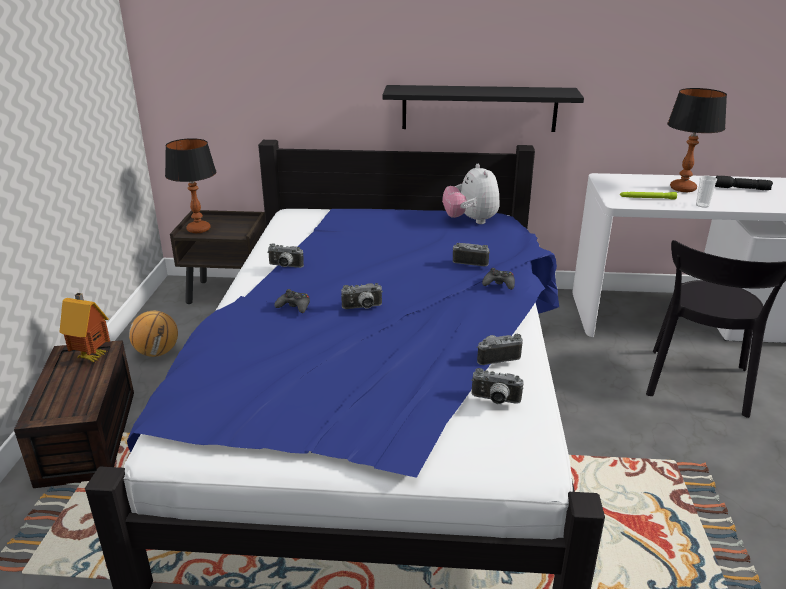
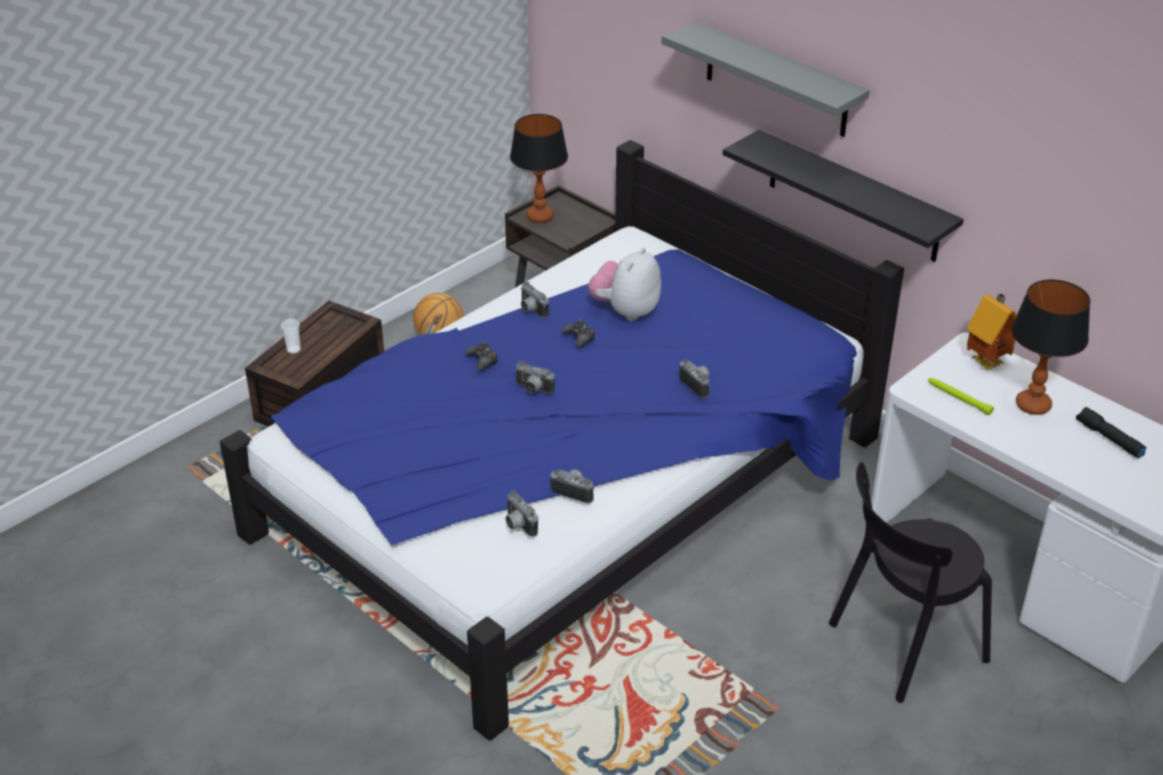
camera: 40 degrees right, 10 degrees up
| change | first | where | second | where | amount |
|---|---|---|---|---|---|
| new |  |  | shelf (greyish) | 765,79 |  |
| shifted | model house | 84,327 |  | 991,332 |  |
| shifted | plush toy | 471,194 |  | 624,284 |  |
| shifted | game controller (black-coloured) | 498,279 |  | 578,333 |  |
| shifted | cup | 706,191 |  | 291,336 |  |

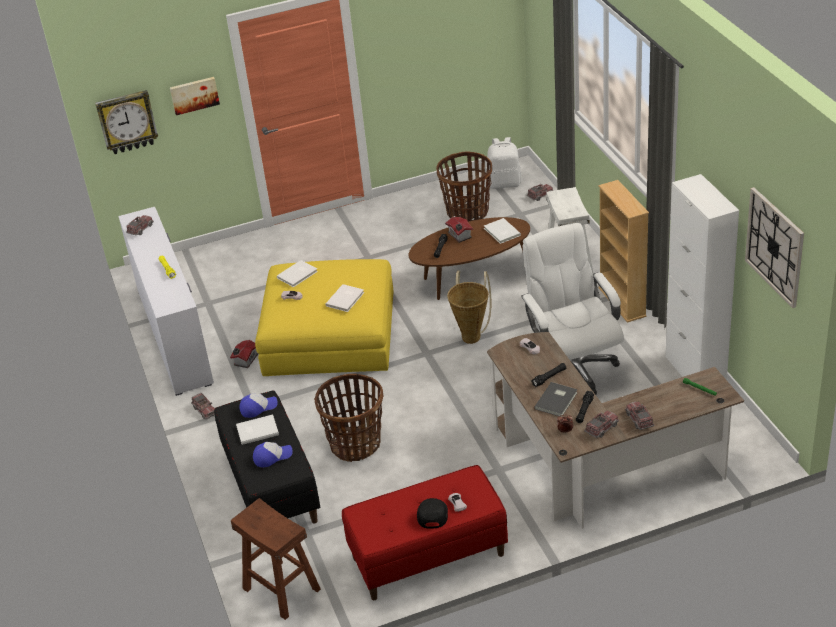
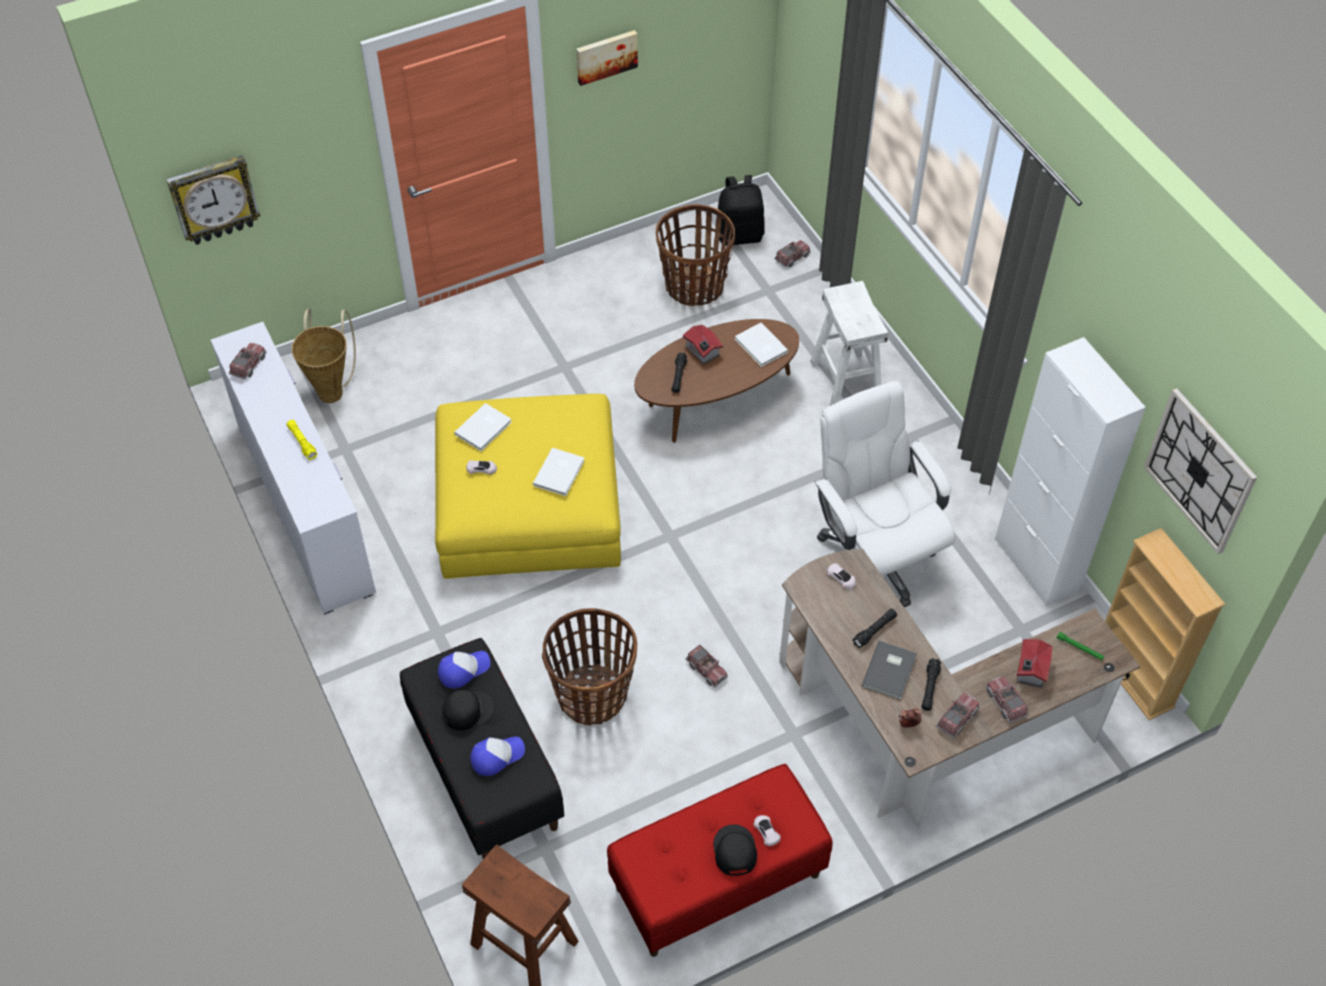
camera: 10 degrees left, 15 degrees up
| change | first | where | second | where | amount |
|---|---|---|---|---|---|
| shifted | picture | 195,96 |  | 607,58 |  |
| shifted | toy lorry | 203,406 |  | 706,666 |  |
| shifted | model house | 244,354 |  | 1034,663 |  |
| shifted | storage basket | 469,307 |  | 324,355 |  |
| shifted | bookshelf (sand-coloured) | 623,251 |  | 1165,624 |  |
| swapped | volume (white-coloured) | 257,429 | cap (black-coloured) | 468,710 |  |
| repainted | rucksack (white-coloured) | 504,163 | rucksack (black-coloured) | 740,210 |  |

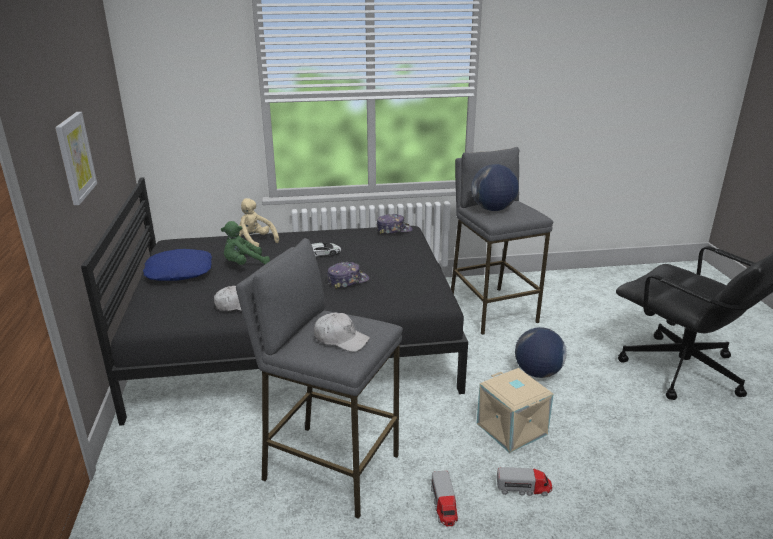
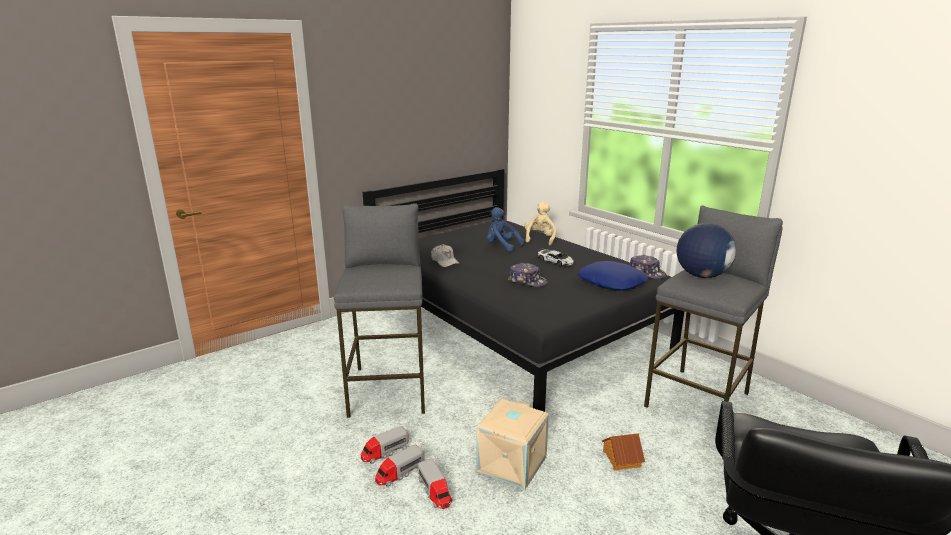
camera: 60 degrees right, 5 degrees down
| change | first | where | second | where | amount |
|---|---|---|---|---|---|
| gone | picture | 76,158 |  |  |  |
| gone | cap (white-coloured) | 342,332 |  |  |  |
| new |  |  | toy lorry | 399,466 |  |
| shifted | cushion (blue) | 177,265 |  | 613,276 |  |
| swapped | world globe | 541,352 | model house | 623,452 |  |
| repainted | plush toy (green) | 245,243 | plush toy (blue) | 505,229 |  |

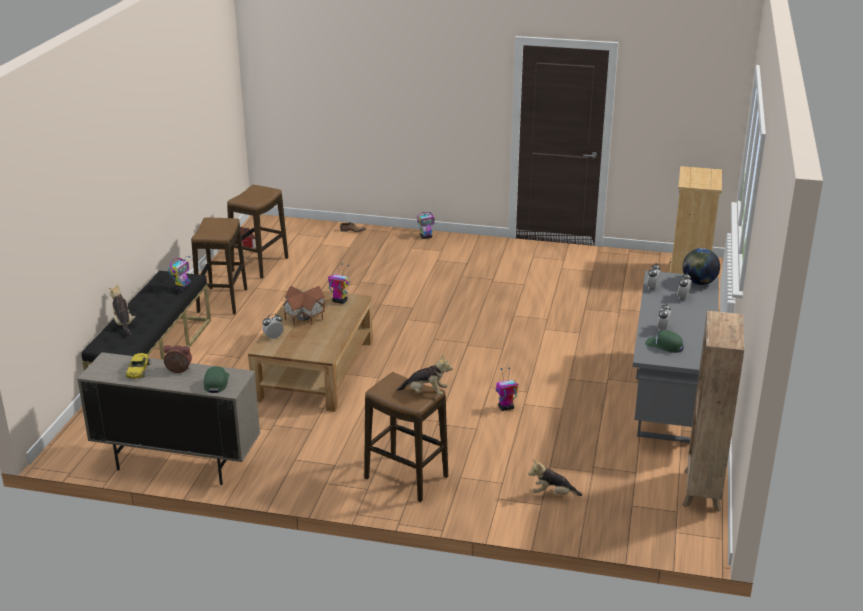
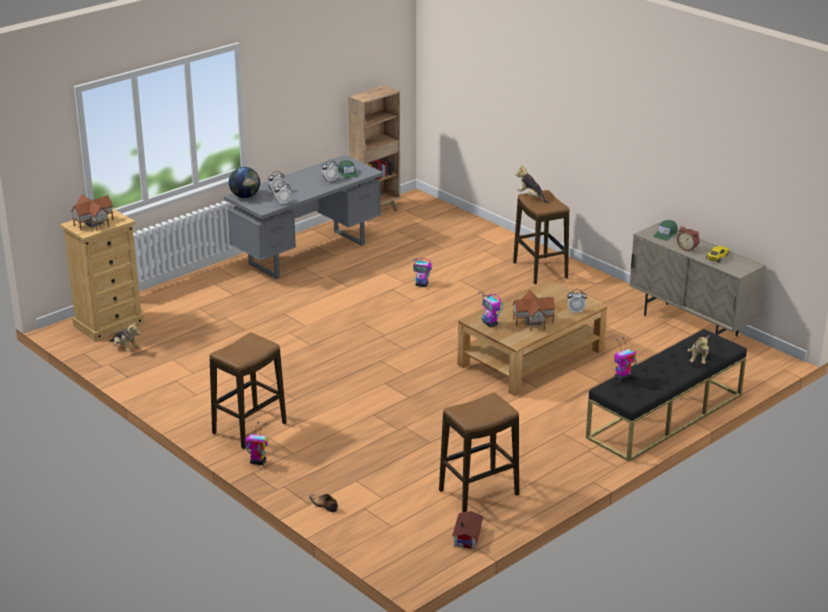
camera: 145 degrees left, 0 degrees up
| change | first | where | second | where | amount |
|---|---|---|---|---|---|
| new |  |  | model house | 92,213 |  |
| shifted | sitting stool | 219,266 |  | 248,390 |  |
| shifted | plush toy | 555,477 |  | 125,337 |  |

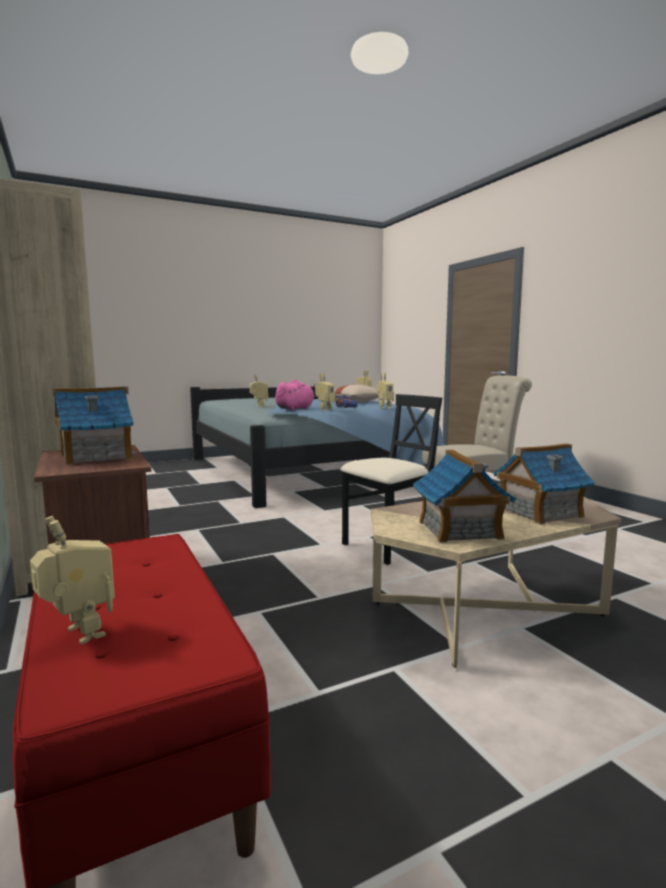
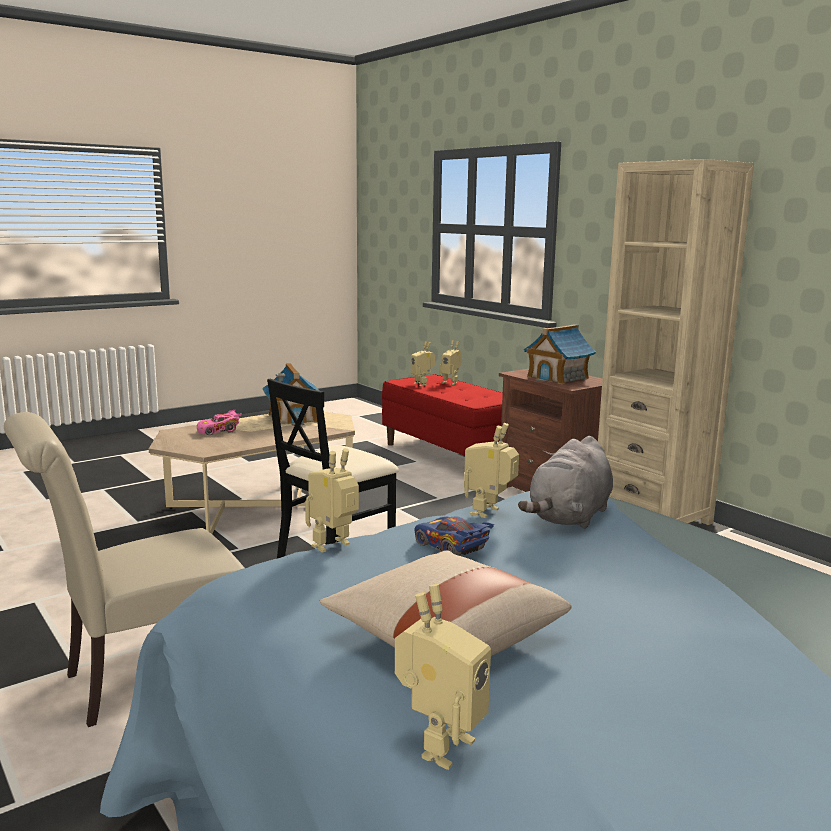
camera: 170 degrees right, 5 degrees up
| change | first | where | second | where | amount |
|---|---|---|---|---|---|
| shifted | model robot | 259,391 |  | 423,363 |  |
| swapped | model house | 544,484 | model car (pinkish) | 219,422 |  |
| repainted | plush toy (pinkish) | 296,395 | plush toy (greyish) | 565,482 |  |

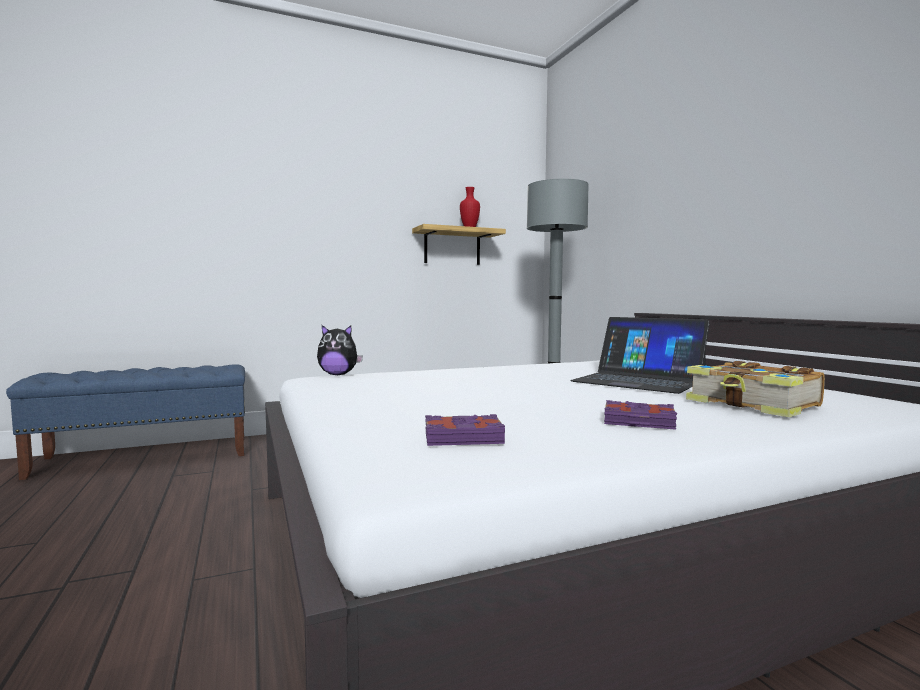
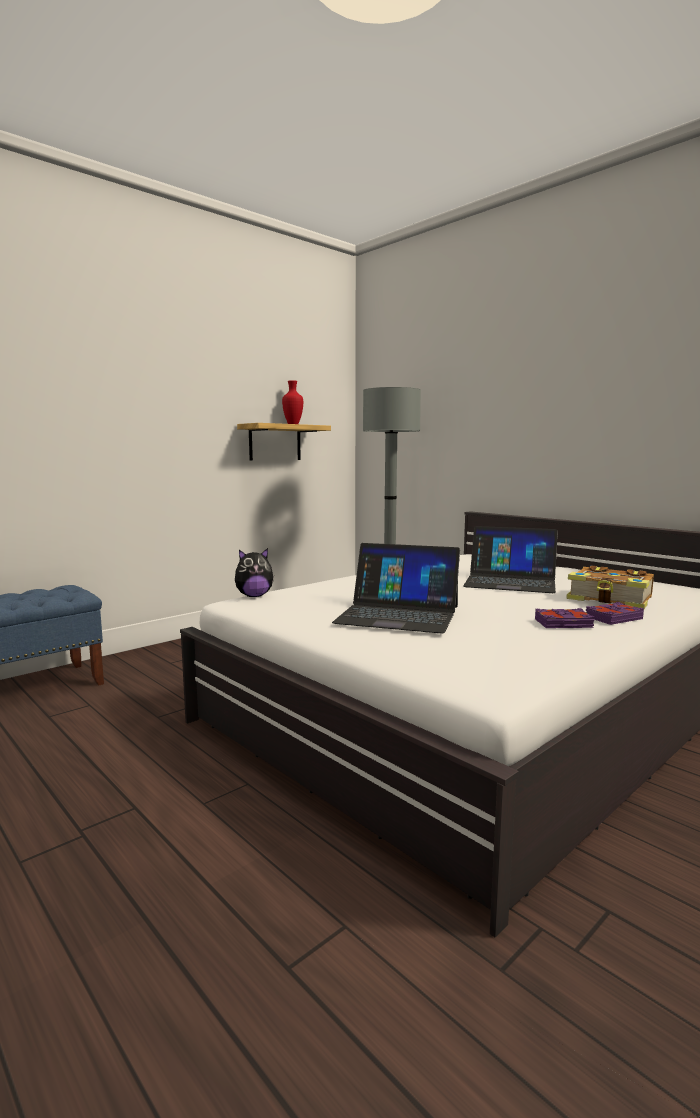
camera: 20 degrees left, 5 degrees up
| change | first | where | second | where | amount |
|---|---|---|---|---|---|
| new |  |  | notebook computer | 396,588 |  |
| shifted | volume (purple-coloured) | 465,430 |  | 615,613 |  |

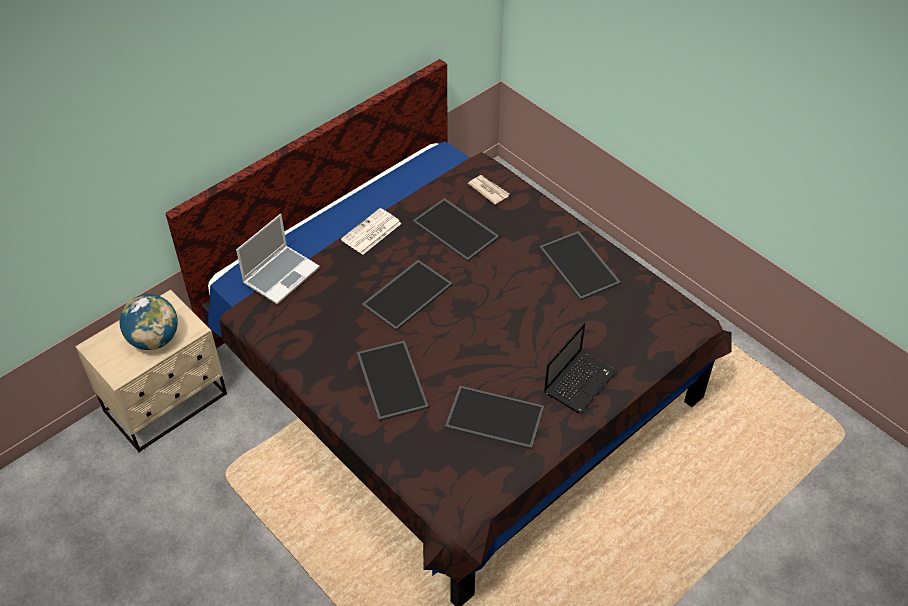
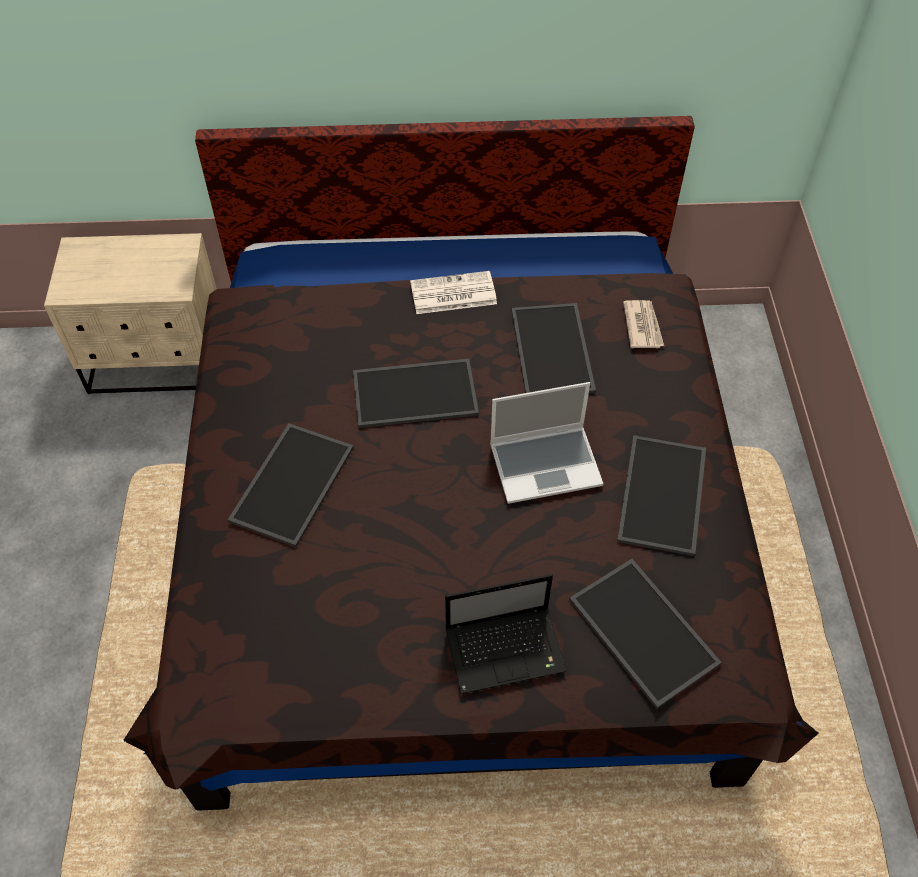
camera: 40 degrees right, 5 degrees up
| change | first | where | second | where | amount |
|---|---|---|---|---|---|
| gone | world globe | 148,322 |  |  |  |
| shifted | notebook computer | 278,259 |  | 547,443 |  |
| shifted | carrying tray | 494,418 |  | 645,634 |  |

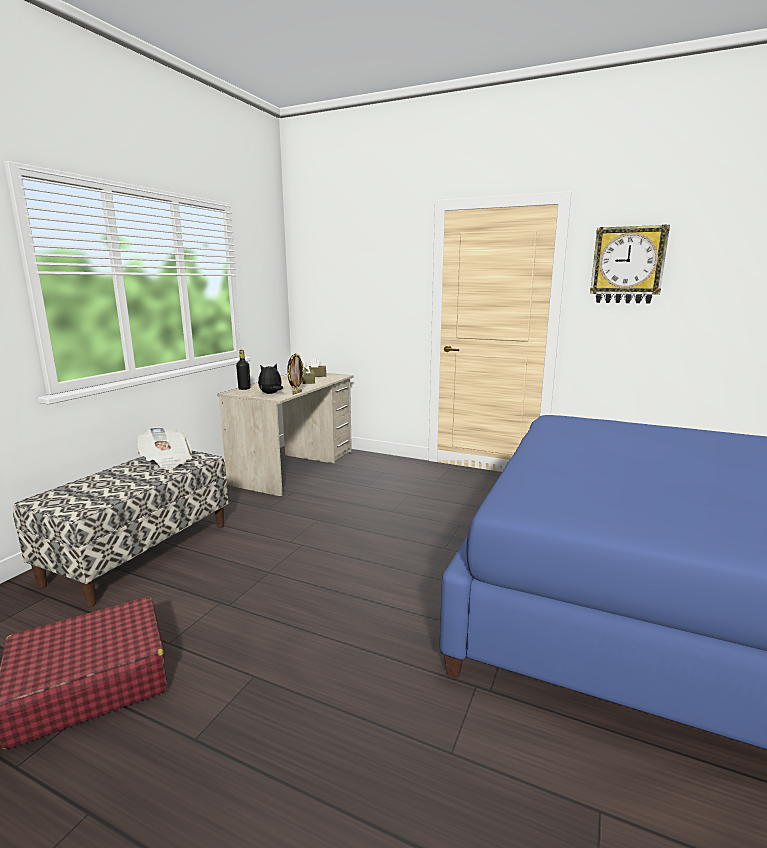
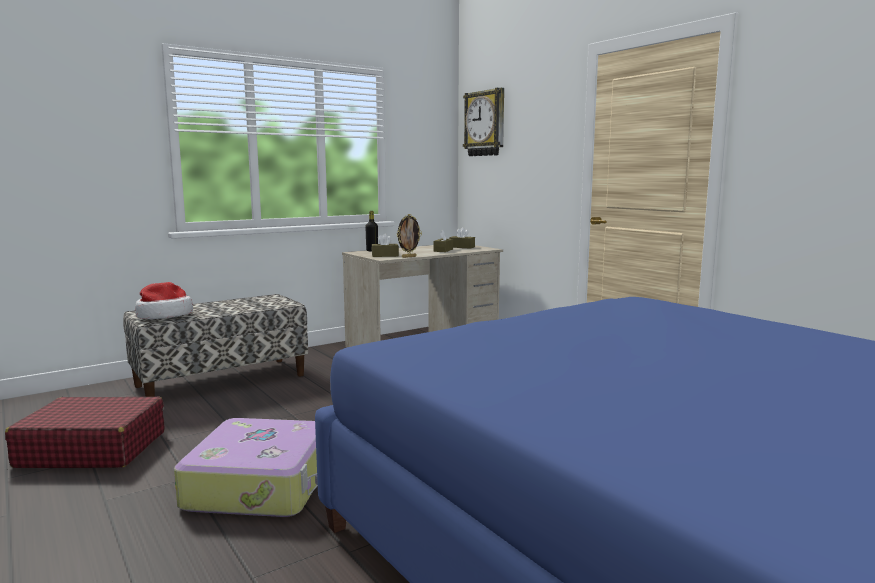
camera: 30 degrees right, 5 degrees down
| change | first | where | second | where | amount |
|---|---|---|---|---|---|
| gone | daily paper | 165,448 |  |  |  |
| new |  |  | hat | 164,300 |  |
| new |  |  | piece of luggage | 246,467 |  |
| shifted | hanging clock | 630,264 |  | 483,122 |  |
| swapped | plush toy | 270,378 | tissue box (brownish) | 385,245 |  |

